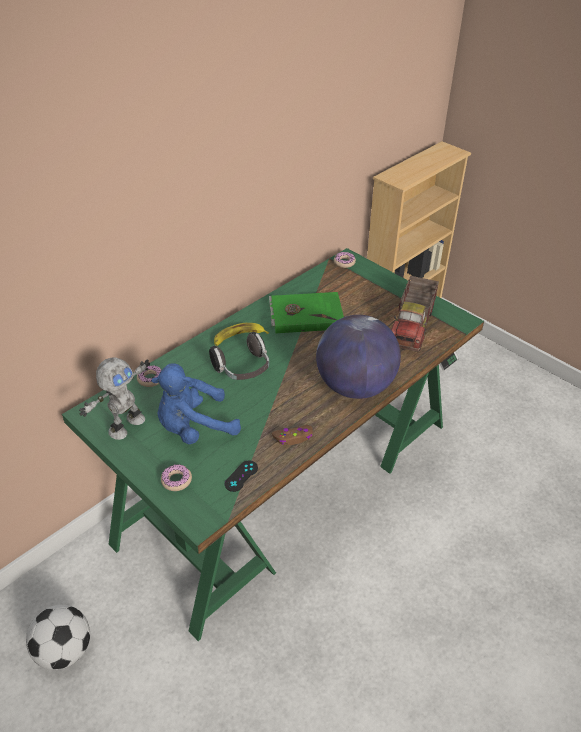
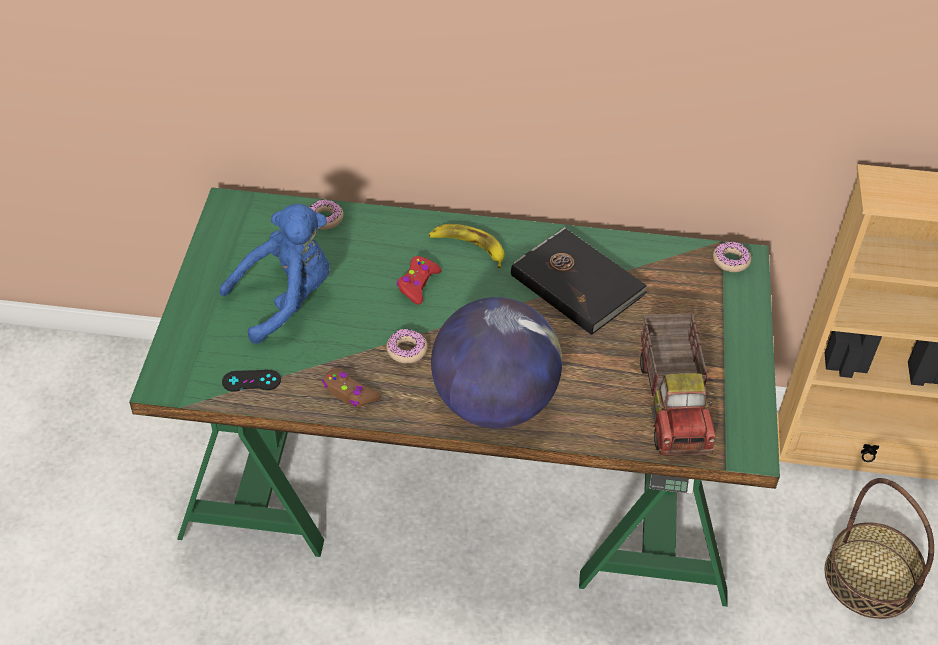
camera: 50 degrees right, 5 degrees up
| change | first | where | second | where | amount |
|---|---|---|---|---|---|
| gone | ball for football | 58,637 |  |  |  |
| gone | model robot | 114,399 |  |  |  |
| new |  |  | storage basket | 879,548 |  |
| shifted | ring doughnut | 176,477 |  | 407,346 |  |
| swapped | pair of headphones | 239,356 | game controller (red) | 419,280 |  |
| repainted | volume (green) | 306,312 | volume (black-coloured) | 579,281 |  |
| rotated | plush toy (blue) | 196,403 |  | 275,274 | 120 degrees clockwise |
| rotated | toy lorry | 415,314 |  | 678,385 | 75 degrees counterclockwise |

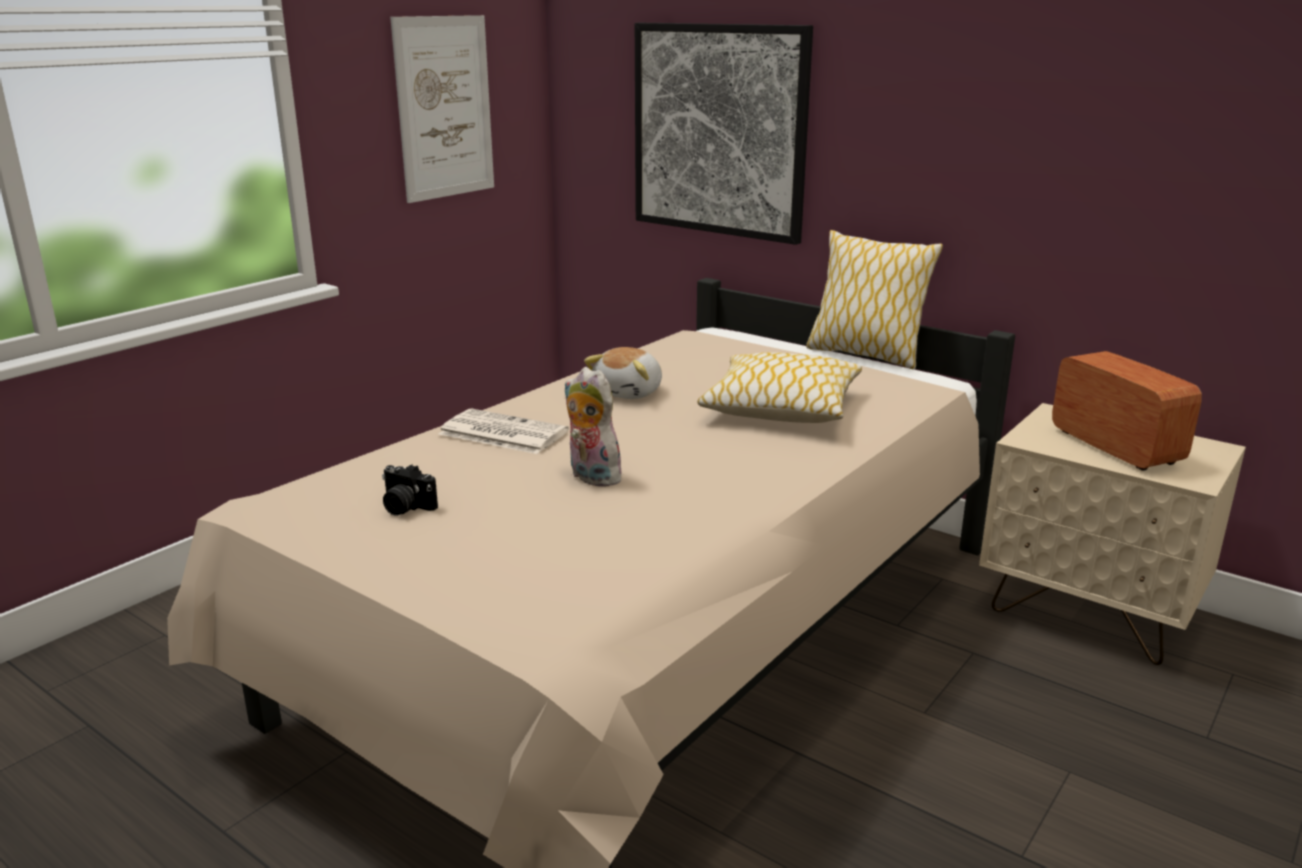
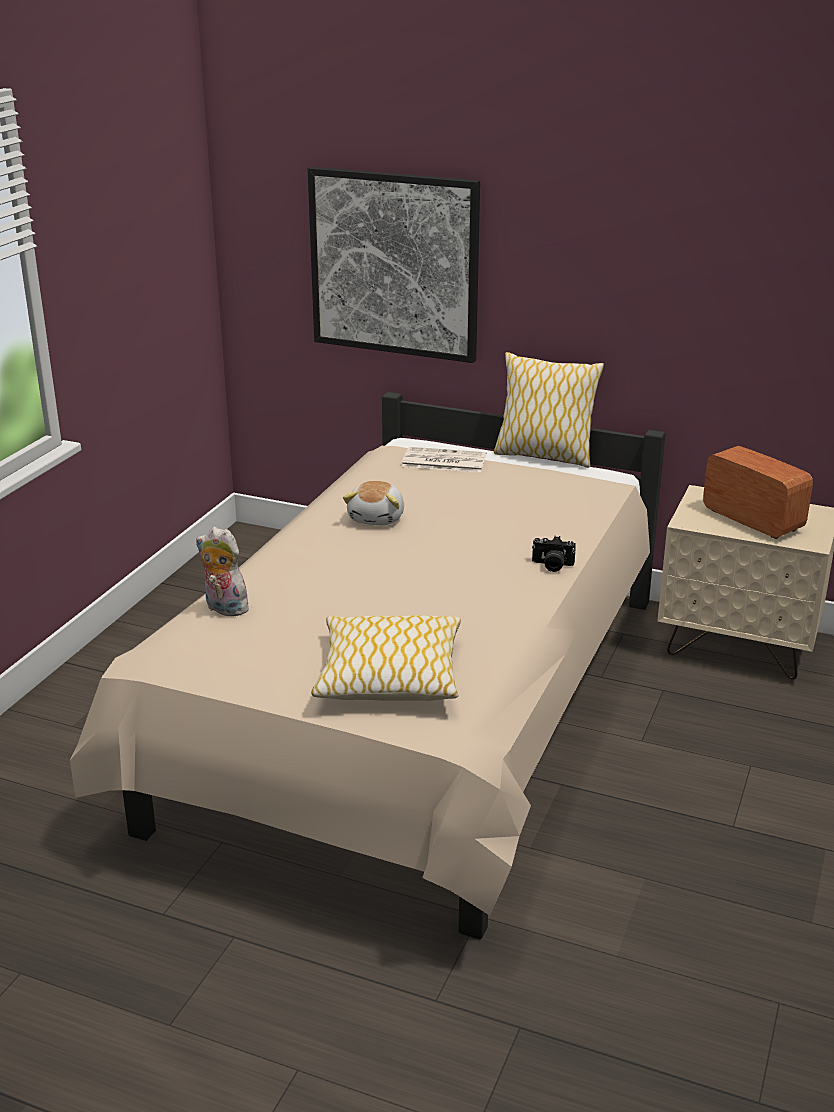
camera: 15 degrees left, 5 degrees up
| change | first | where | second | where | amount |
|---|---|---|---|---|---|
| gone | picture | 442,109 |  |  |  |
| shifted | still camera | 410,490 |  | 554,554 |  |
| shifted | daily paper | 504,431 |  | 444,460 |  |
| shifted | plush toy | 596,427 |  | 222,571 |  |
| shifted | cushion | 779,387 |  | 386,658 |  |

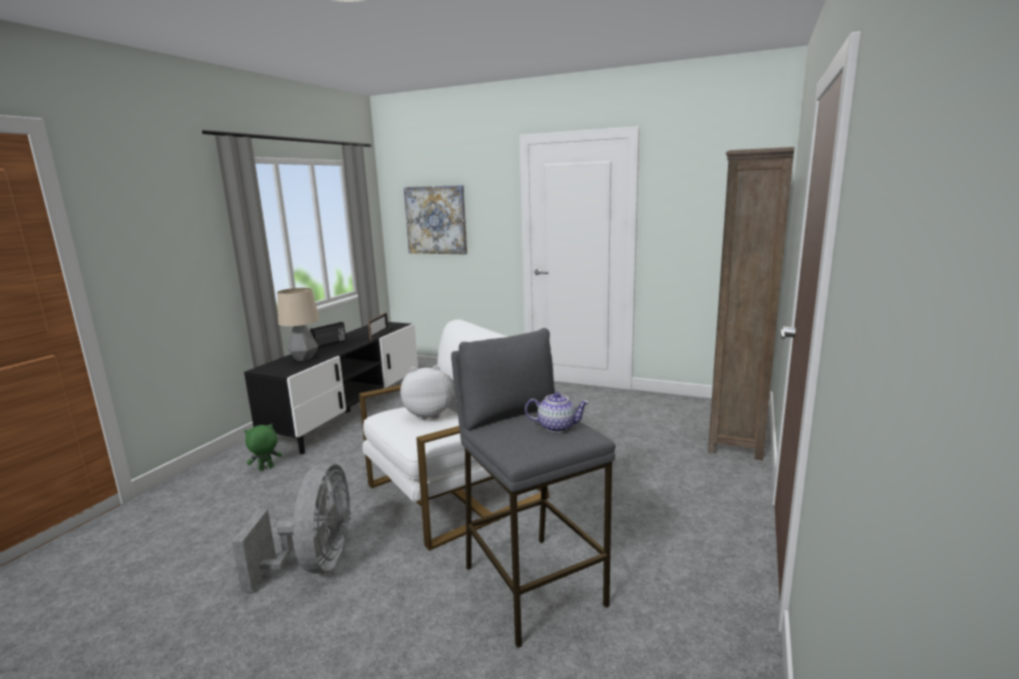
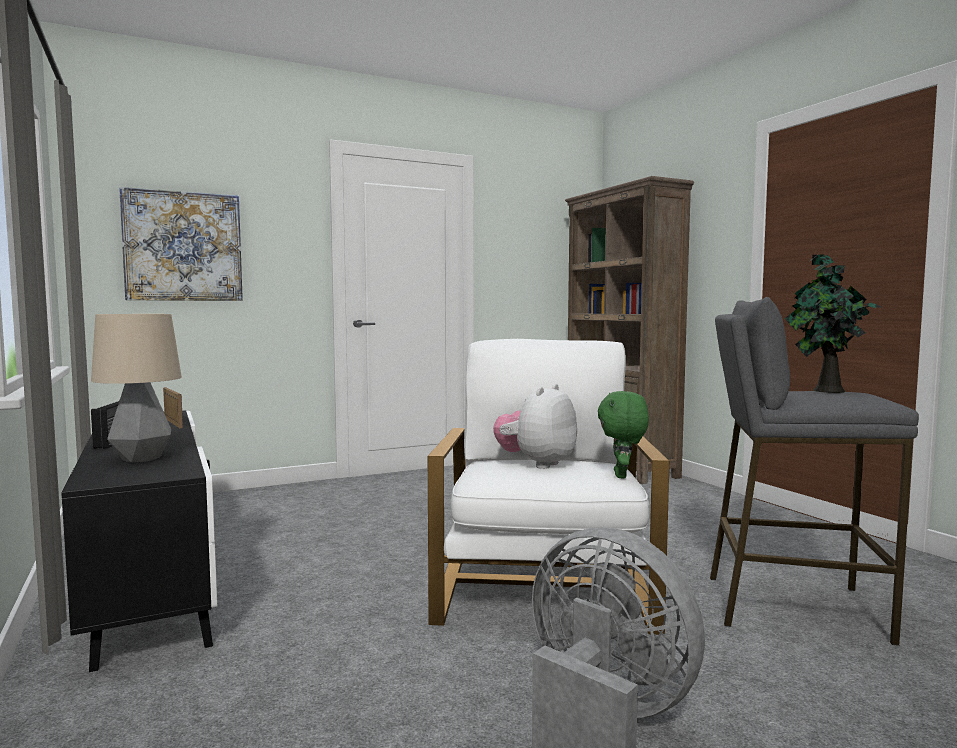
camera: 50 degrees left, 10 degrees down
| change | first | where | second | where | amount |
|---|---|---|---|---|---|
| shifted | plush toy (green) | 263,447 |  | 623,434 |  |
| swapped | pot for tea | 557,412 | houseplant | 833,323 |  |

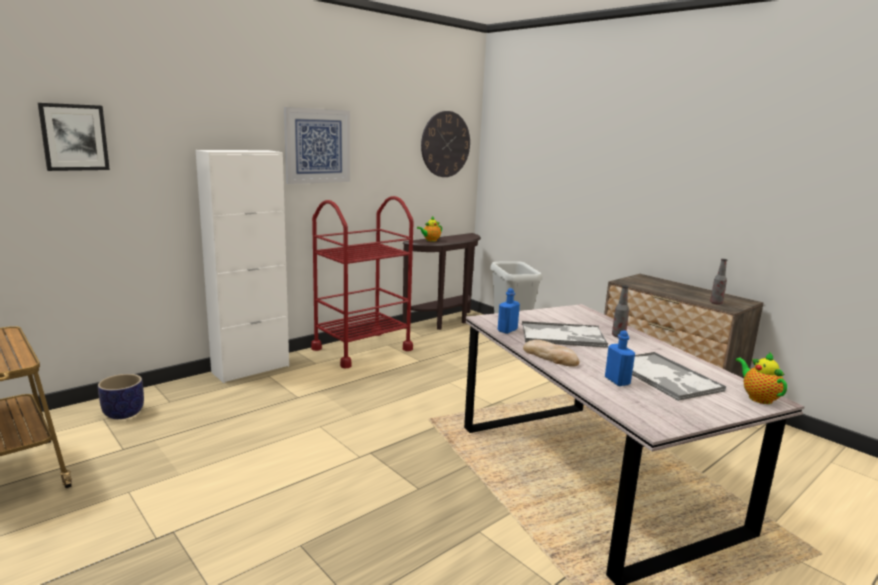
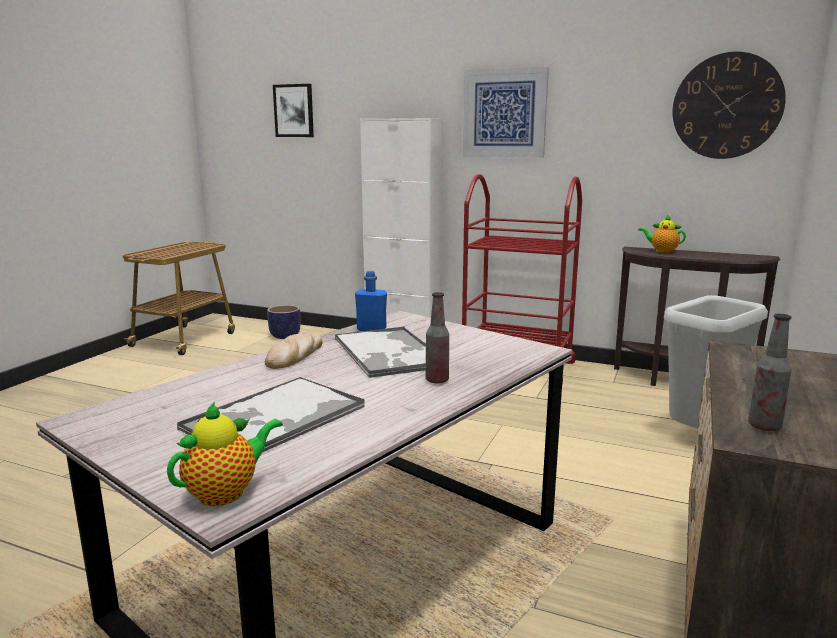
camera: 65 degrees right, 0 degrees up
| change | first | where | second | where | amount |
|---|---|---|---|---|---|
| gone | beverage bottle (blue) | 620,358 |  |  |  |

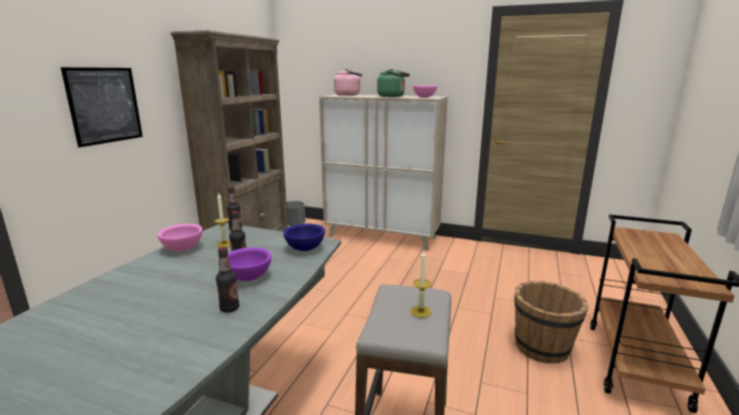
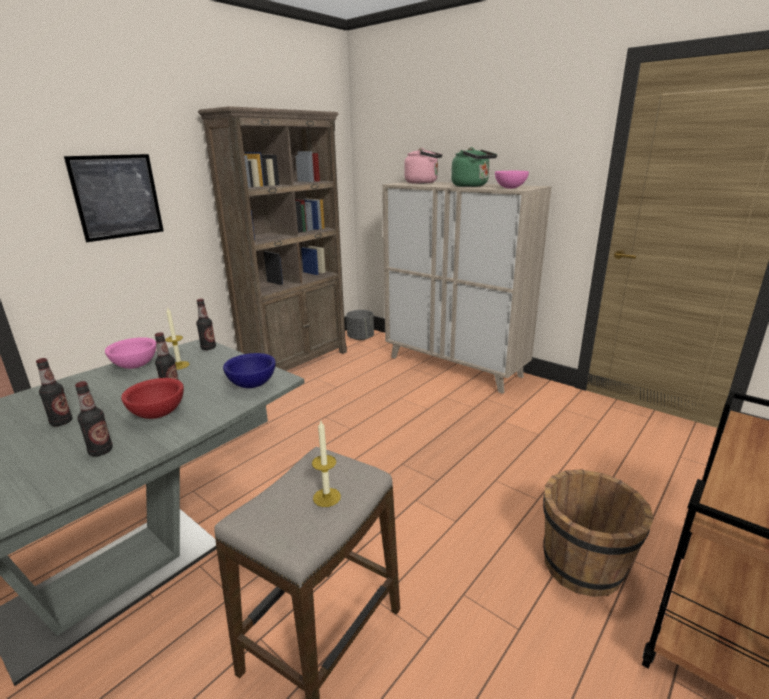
camera: 20 degrees right, 5 degrees up
| change | first | where | second | where | amount |
|---|---|---|---|---|---|
| new |  |  | beverage bottle | 54,392 |  |
| repainted | deep dish (purple-coloured) | 250,264 | deep dish (red) | 152,398 |  |

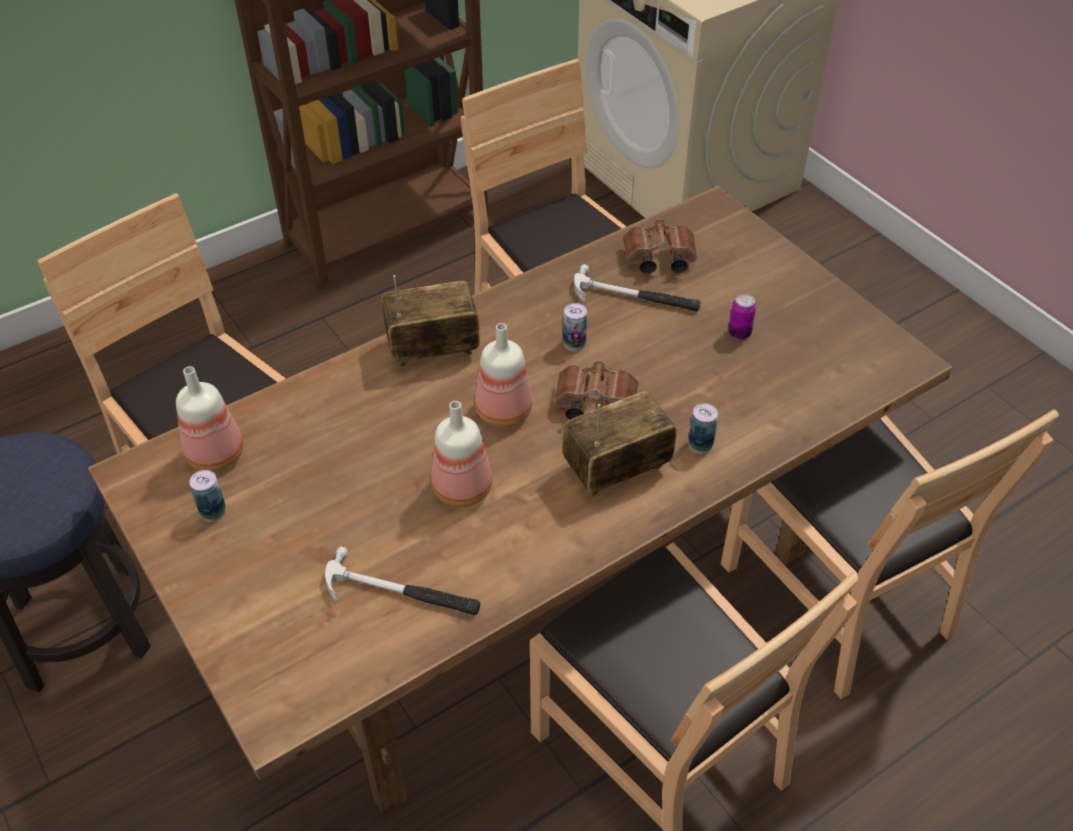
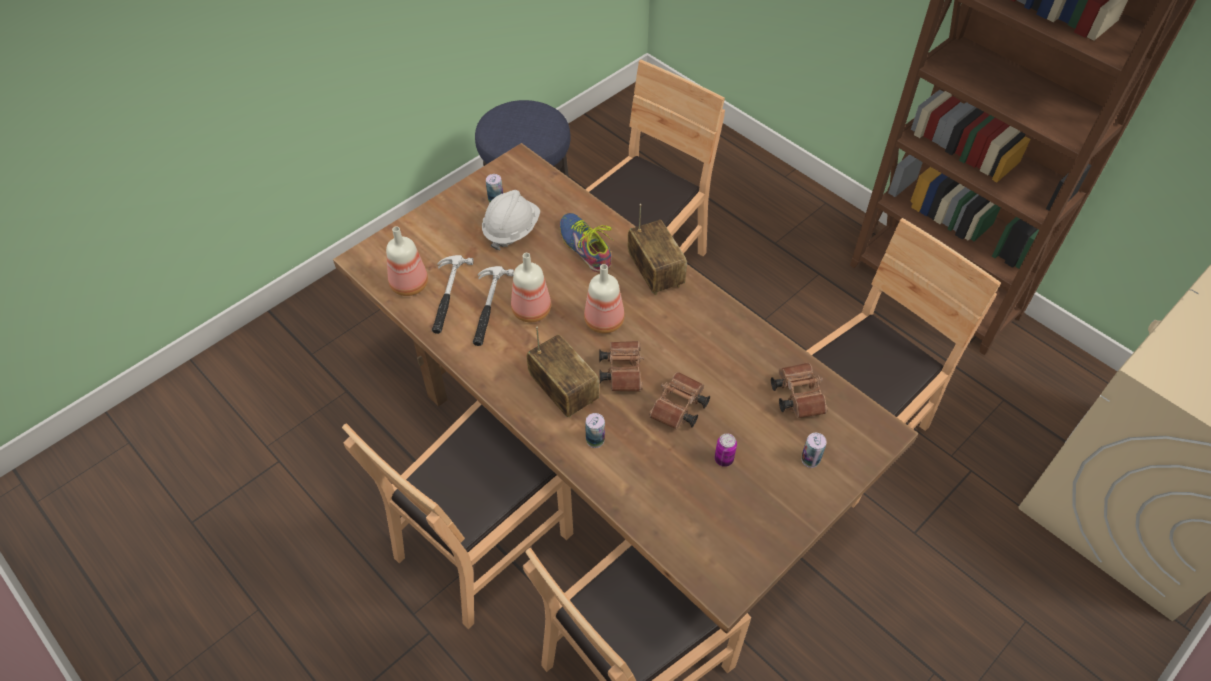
camera: 80 degrees right, 5 degrees up
| change | first | where | second | where | amount |
|---|---|---|---|---|---|
| new |  |  | work helmet (white-coloured) | 511,220 |  |
| new |  |  | shoe | 587,242 |  |
| new |  |  | pair of binoculars (brownish) | 679,401 |  |
| shifted | beverage bottle | 209,419 |  | 407,261 |  |
| shifted | metal can | 575,327 |  | 814,450 |  |
| shifted | tool hammer | 637,288 |  | 493,306 |  |

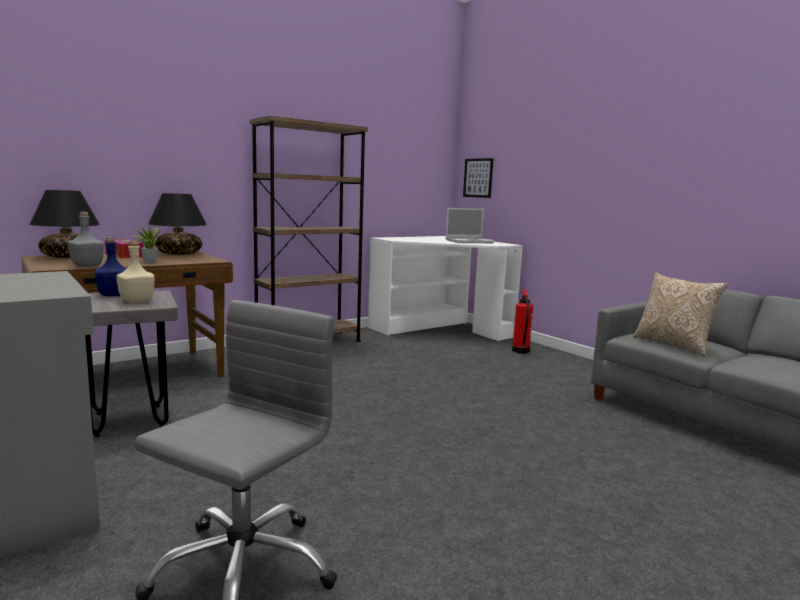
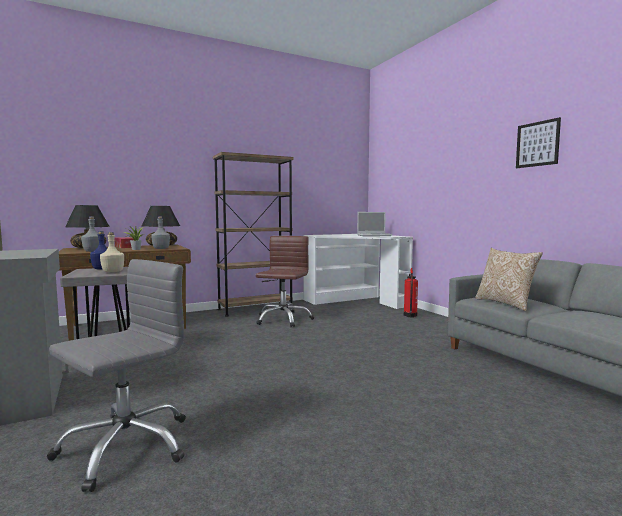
camera: 10 degrees right, 5 degrees down
| change | first | where | second | where | amount |
|---|---|---|---|---|---|
| new |  |  | beverage bottle (greyish) | 160,232 |  |
| new |  |  | office chair (brownish) | 285,281 |  |
| shifted | picture | 478,178 |  | 538,142 |  |

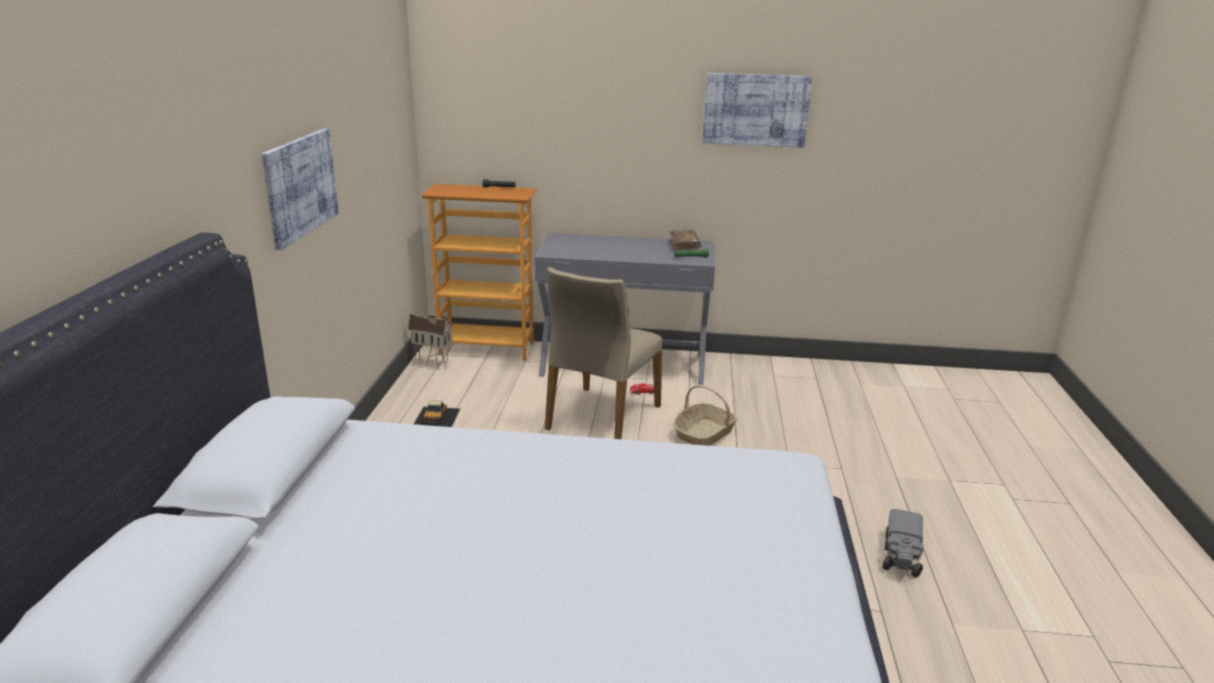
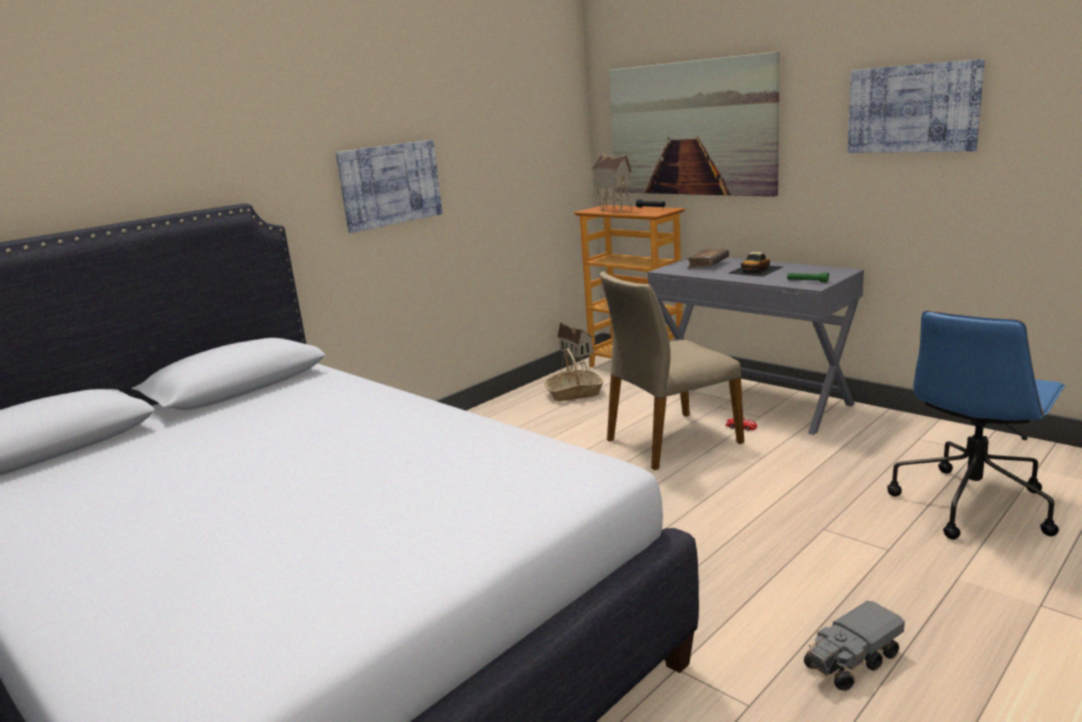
camera: 40 degrees right, 5 degrees down
| change | first | where | second | where | amount |
|---|---|---|---|---|---|
| new |  |  | model house | 612,183 |  |
| new |  |  | picture | 694,124 |  |
| new |  |  | office chair (blue) | 976,425 |  |
| shifted | model car | 437,413 |  | 755,264 |  |
| shifted | volume (brownish) | 685,241 |  | 707,259 |  |
| shifted | storage basket | 705,415 |  | 573,374 |  |

